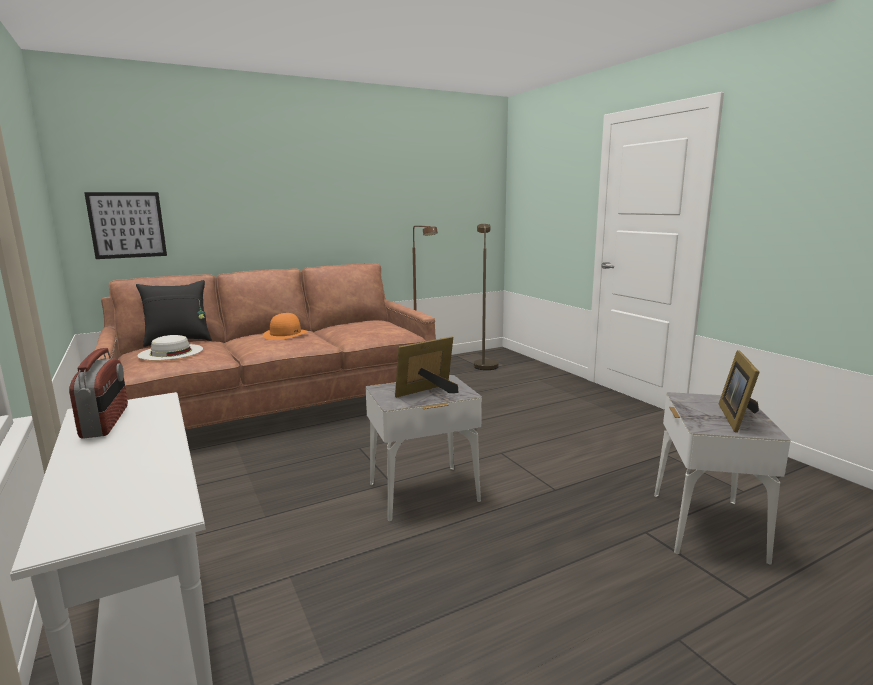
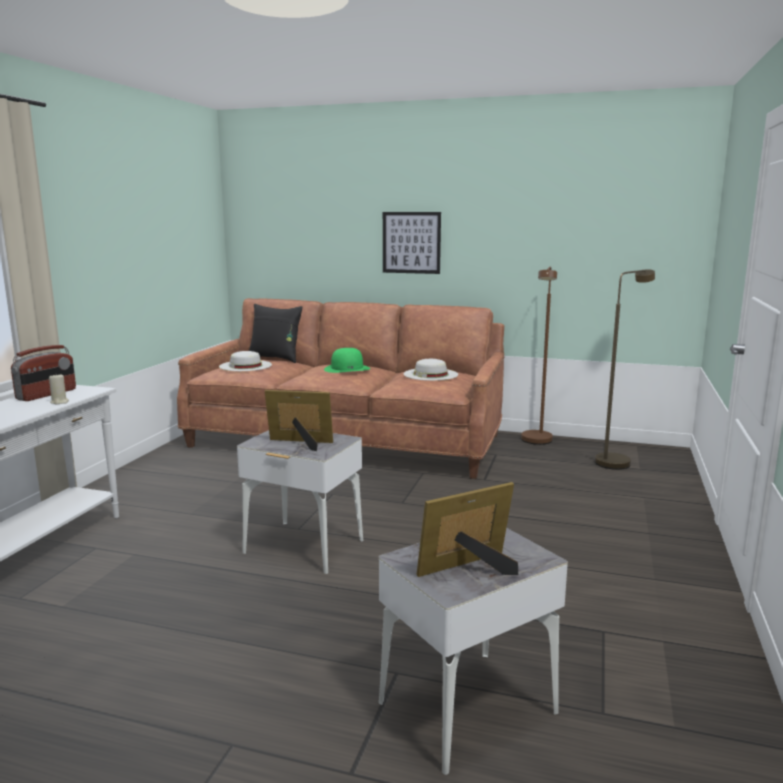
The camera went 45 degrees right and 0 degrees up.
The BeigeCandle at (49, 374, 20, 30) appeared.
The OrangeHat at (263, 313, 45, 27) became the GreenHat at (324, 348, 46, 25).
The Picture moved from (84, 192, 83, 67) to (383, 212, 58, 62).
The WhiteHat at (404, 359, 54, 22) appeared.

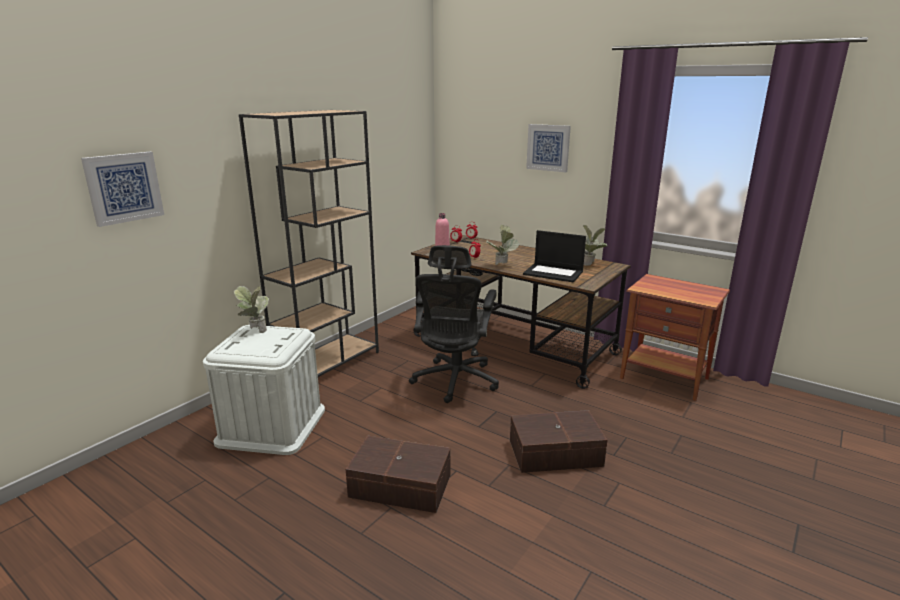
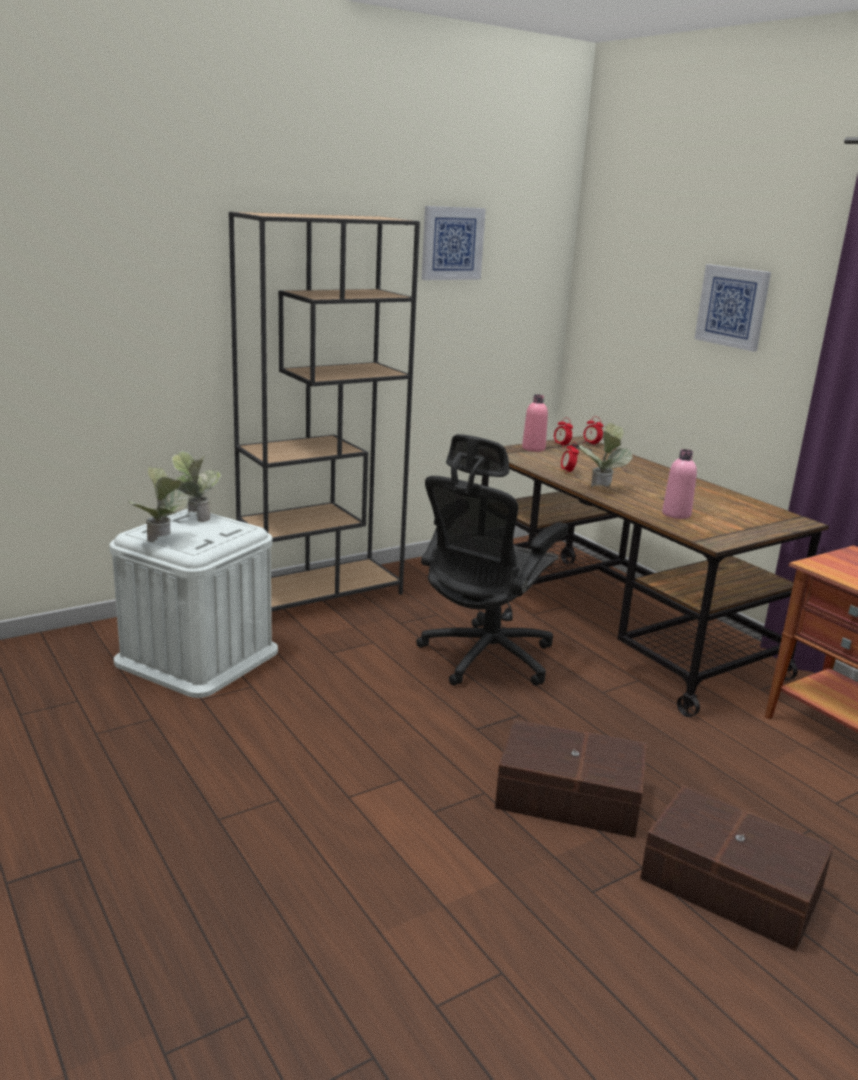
The camera went 20 degrees right and 0 degrees up.
The PottedPlant moved from (583, 225, 24, 41) to (128, 467, 61, 75).
The Picture moved from (81, 152, 83, 75) to (422, 206, 64, 74).
The BrownStorageBox moved from (345, 436, 106, 77) to (640, 786, 194, 165).
The Laptop at (523, 230, 63, 52) was replaced by the PinkBottle at (662, 449, 35, 70).

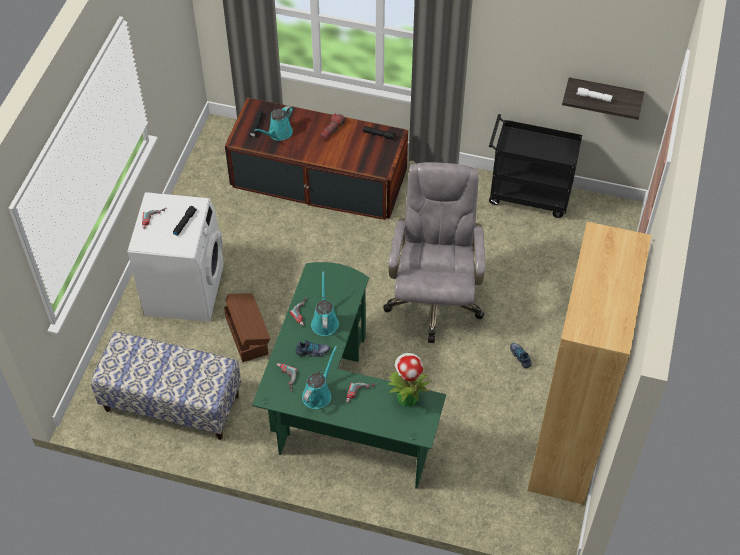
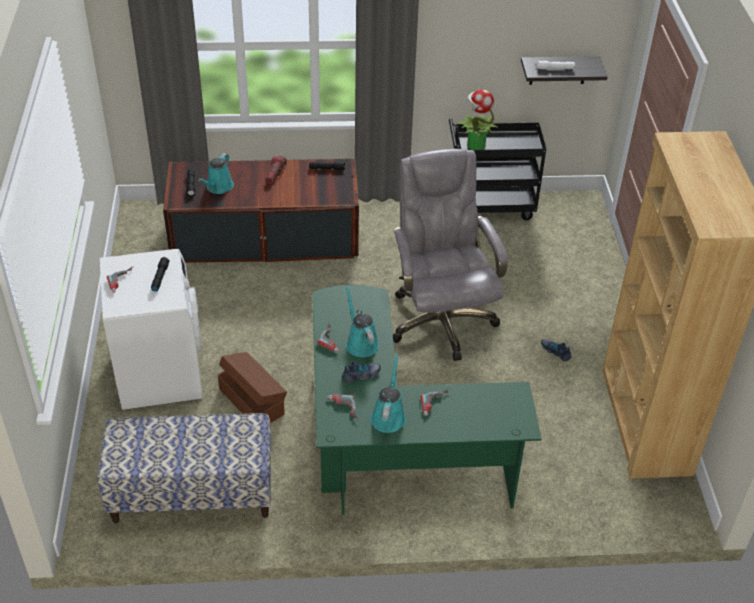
The camera went 20 degrees left and 10 degrees down.
The PottedPlant moved from (387, 353, 43, 54) to (458, 89, 41, 61).

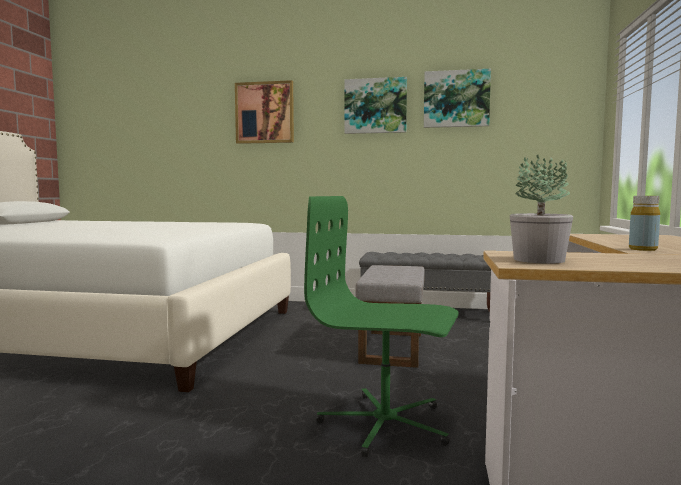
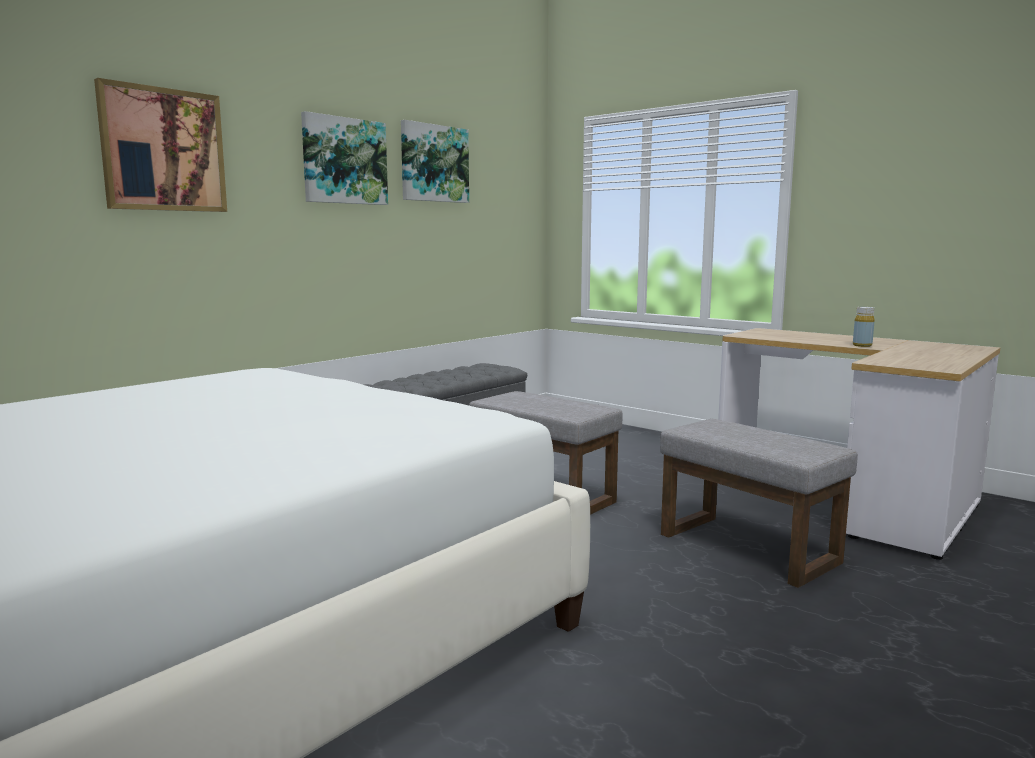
The camera went 60 degrees left and 5 degrees up.
The GreenOfficeChair at (304, 196, 154, 262) was replaced by the GreyOttoman at (660, 419, 198, 169).
The PottedPlant at (510, 155, 63, 109) disappeared.

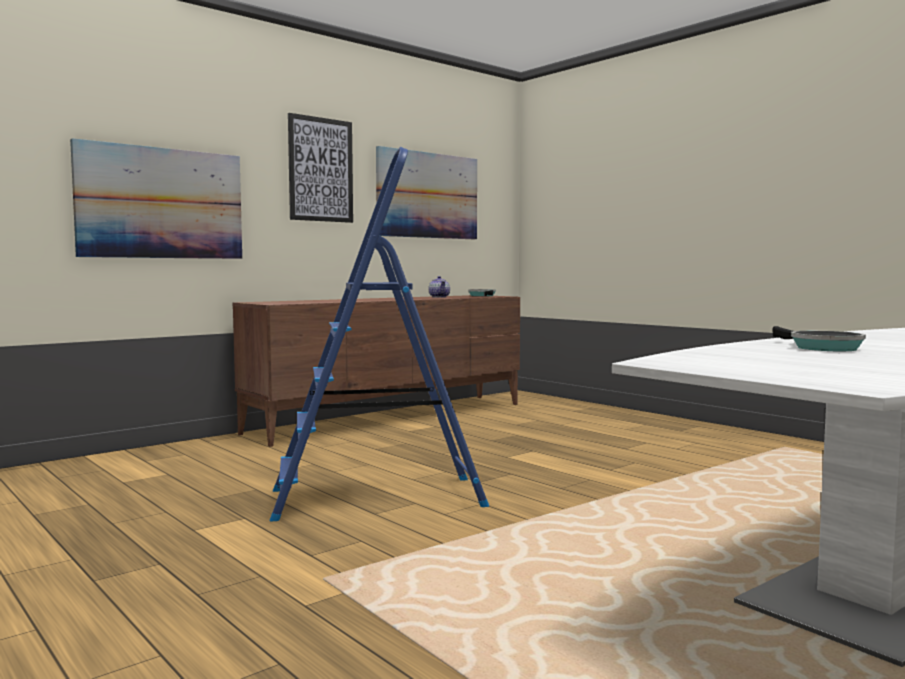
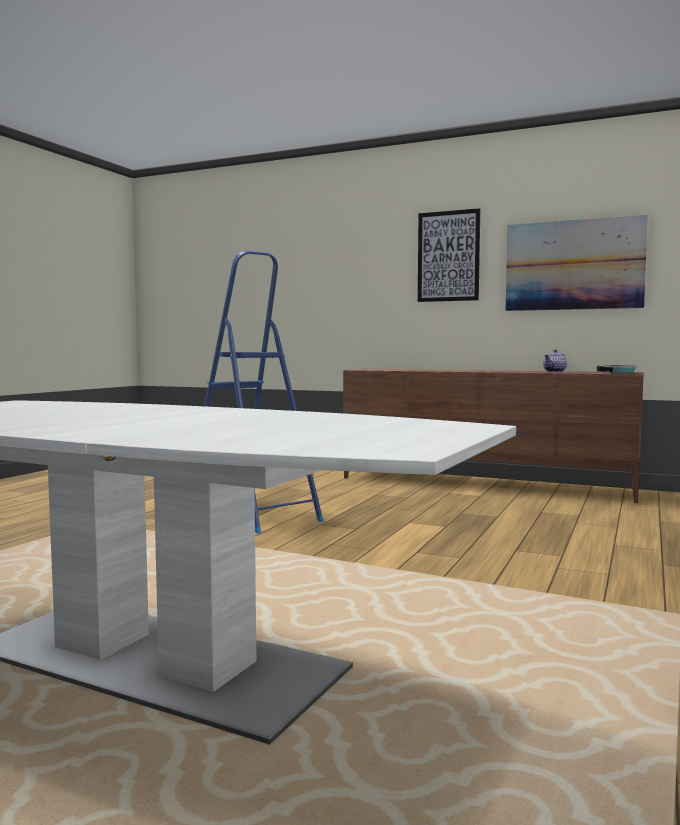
The camera went 65 degrees right and 0 degrees up.
The Picture at (70, 138, 172, 121) disappeared.
The FryingPan at (772, 326, 94, 25) disappeared.

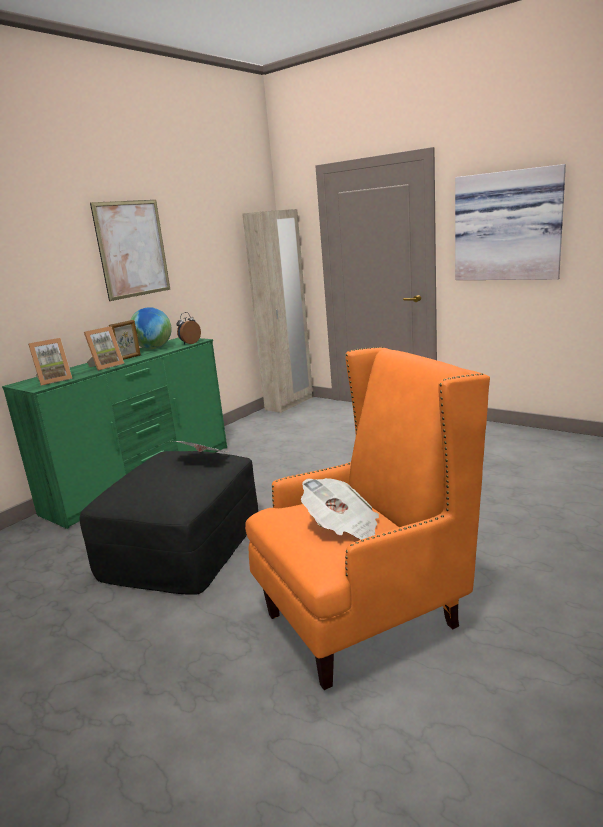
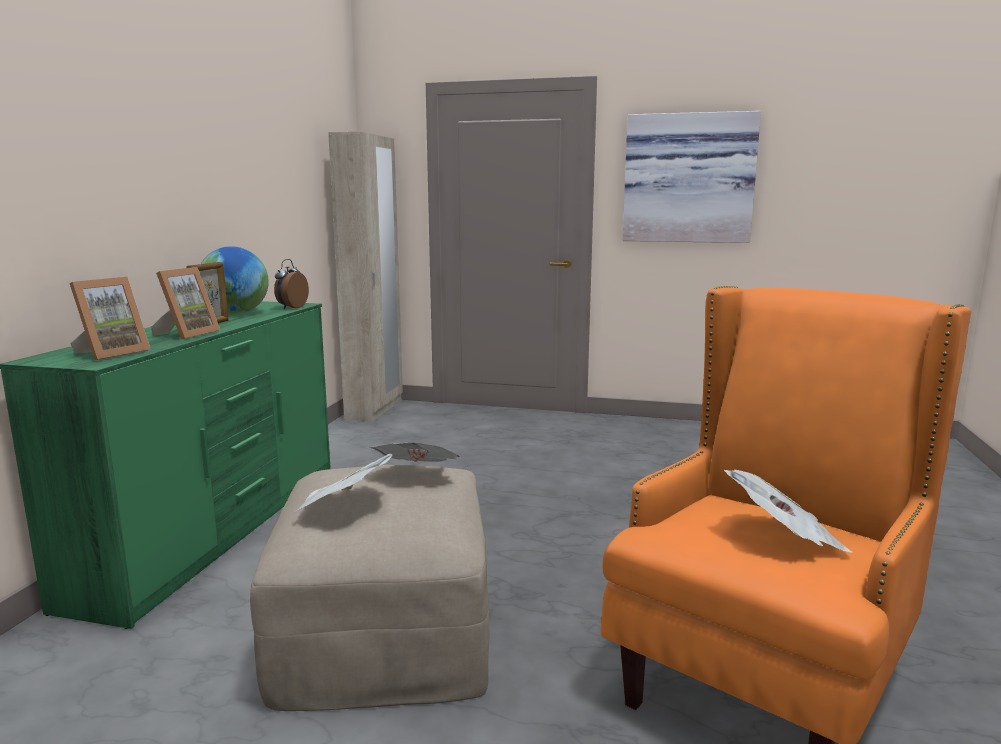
The camera went 25 degrees left and 5 degrees down.
The BlackOttoman at (80, 451, 178, 144) became the BeigeOttoman at (250, 465, 239, 246).
The Newspaper at (294, 454, 98, 58) appeared.
The Picture at (90, 200, 80, 101) disappeared.

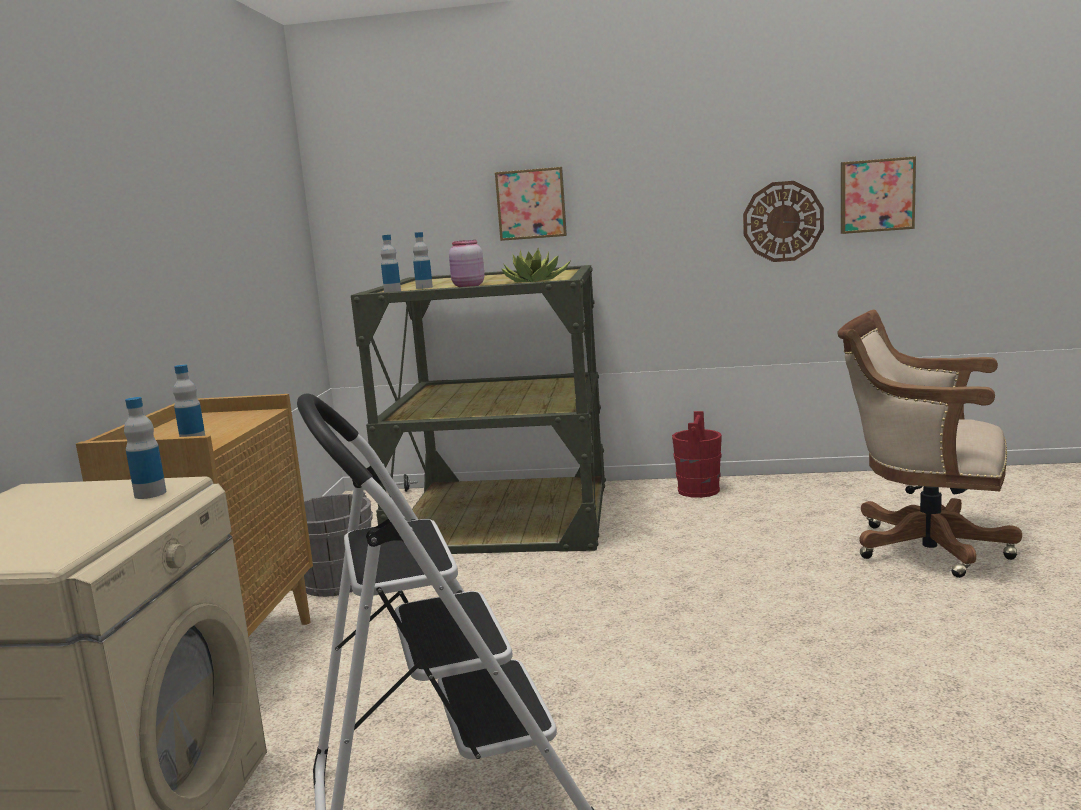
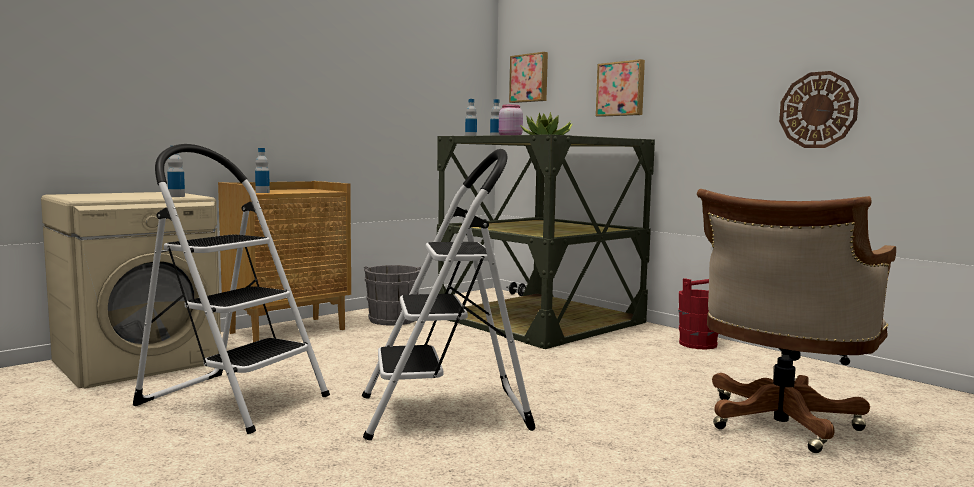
The camera went 40 degrees right and 5 degrees down.
The StepLadder at (362, 149, 173, 291) appeared.
The Picture moved from (841, 156, 75, 78) to (509, 52, 39, 51).
The OfficeChair at (838, 309, 184, 269) turned 120 degrees counterclockwise.

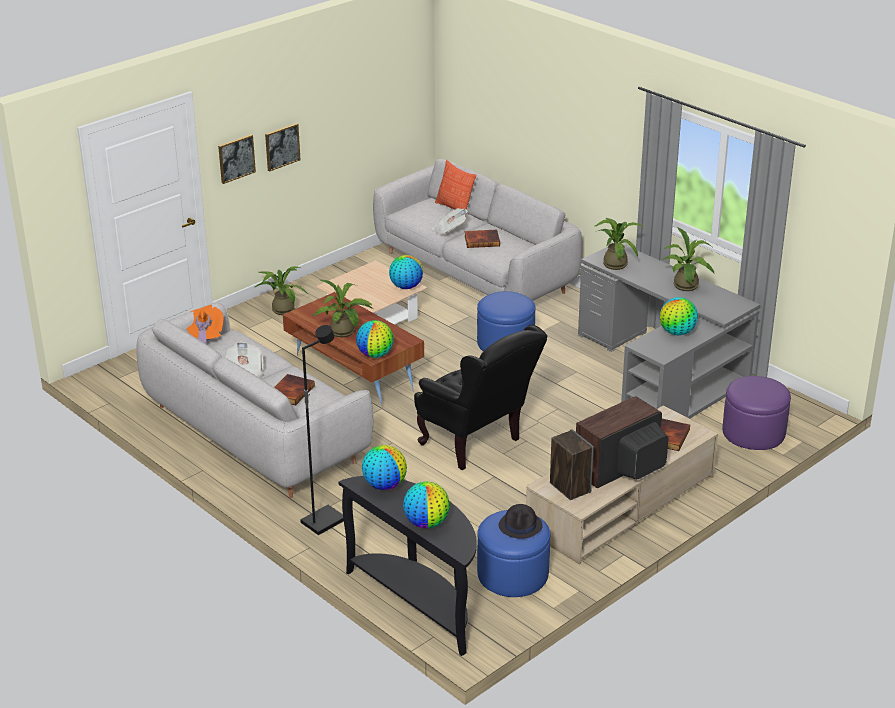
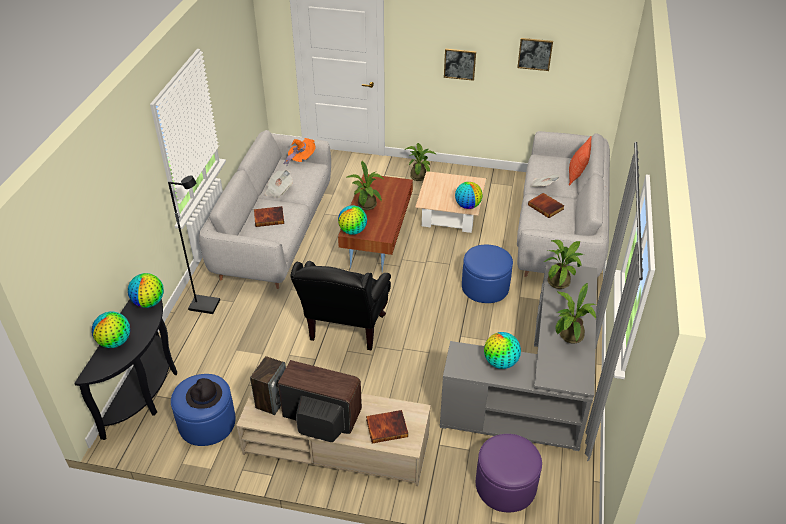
The camera went 55 degrees right and 10 degrees up.
The Picture moved from (218, 135, 38, 49) to (517, 38, 36, 33).

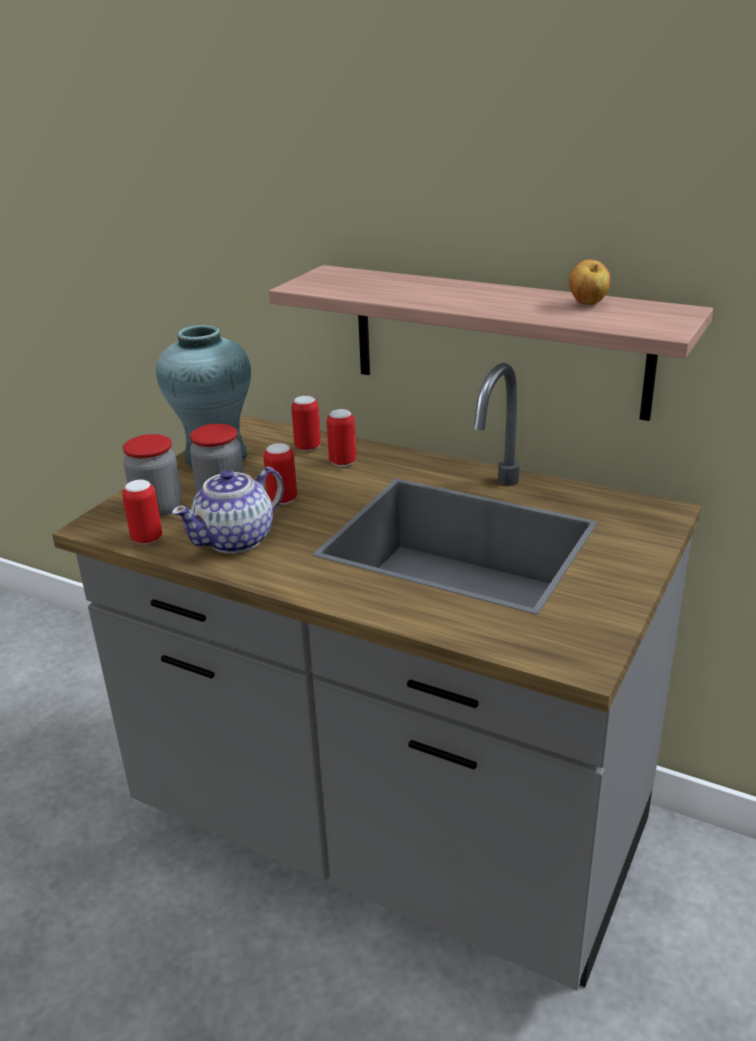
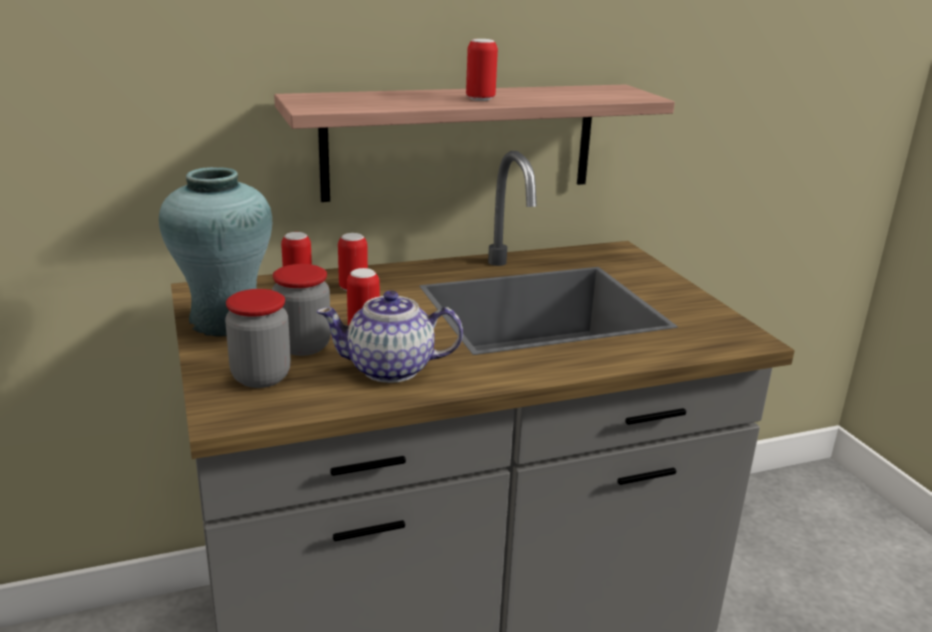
The camera went 50 degrees left and 5 degrees down.
The Teapot at (172, 467, 112, 87) turned 90 degrees clockwise.
The Can moved from (122, 480, 40, 64) to (466, 39, 32, 62).
The Apple at (569, 259, 42, 46) disappeared.

